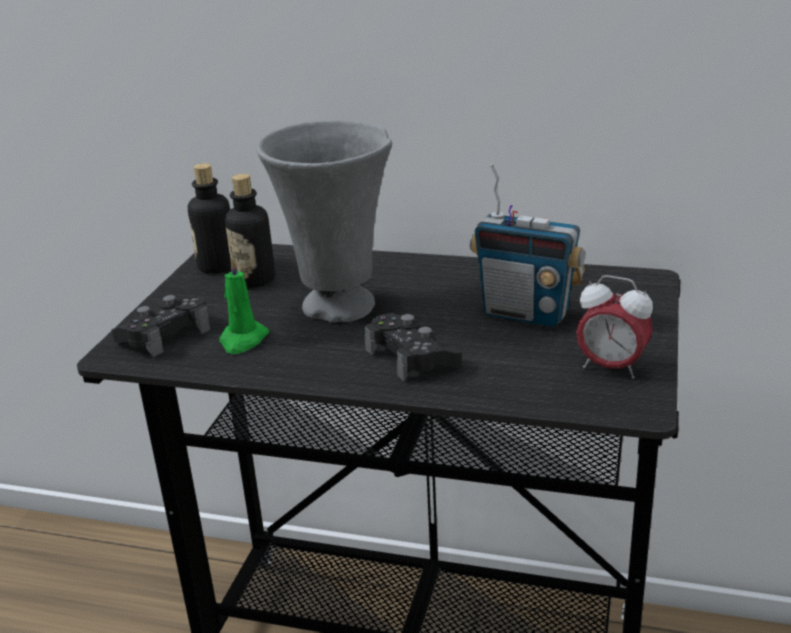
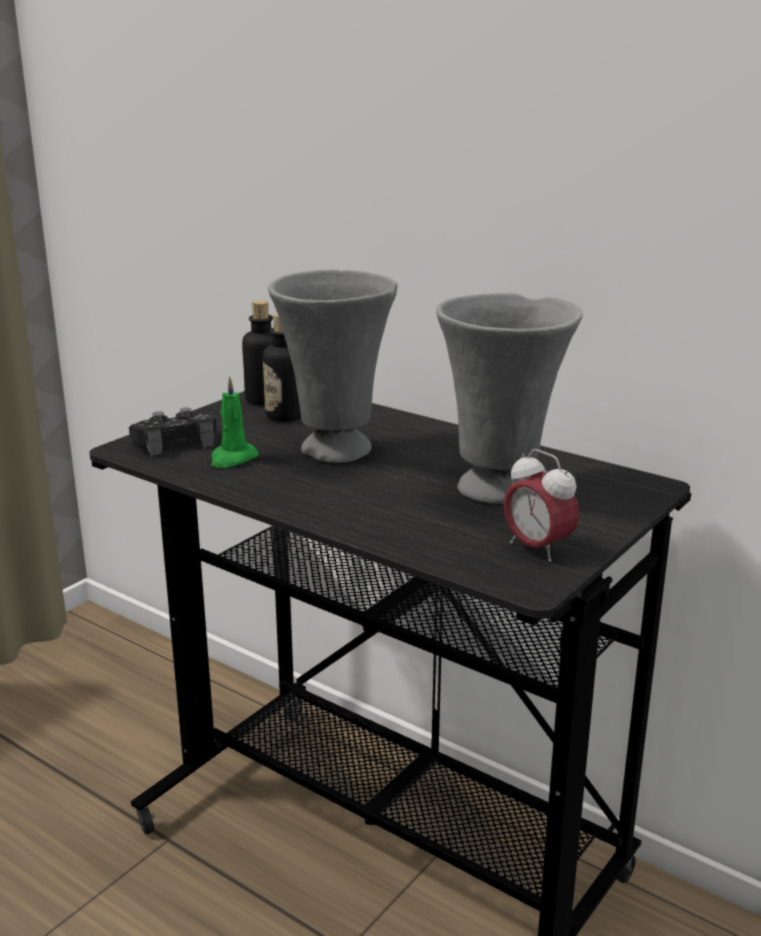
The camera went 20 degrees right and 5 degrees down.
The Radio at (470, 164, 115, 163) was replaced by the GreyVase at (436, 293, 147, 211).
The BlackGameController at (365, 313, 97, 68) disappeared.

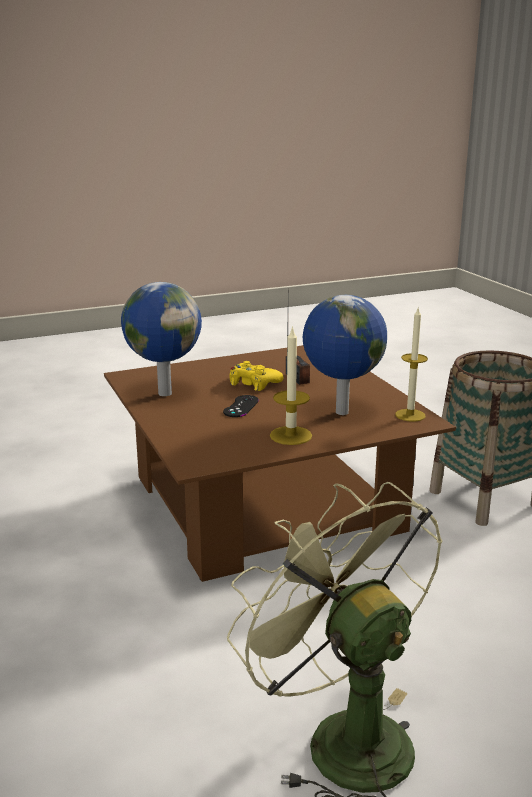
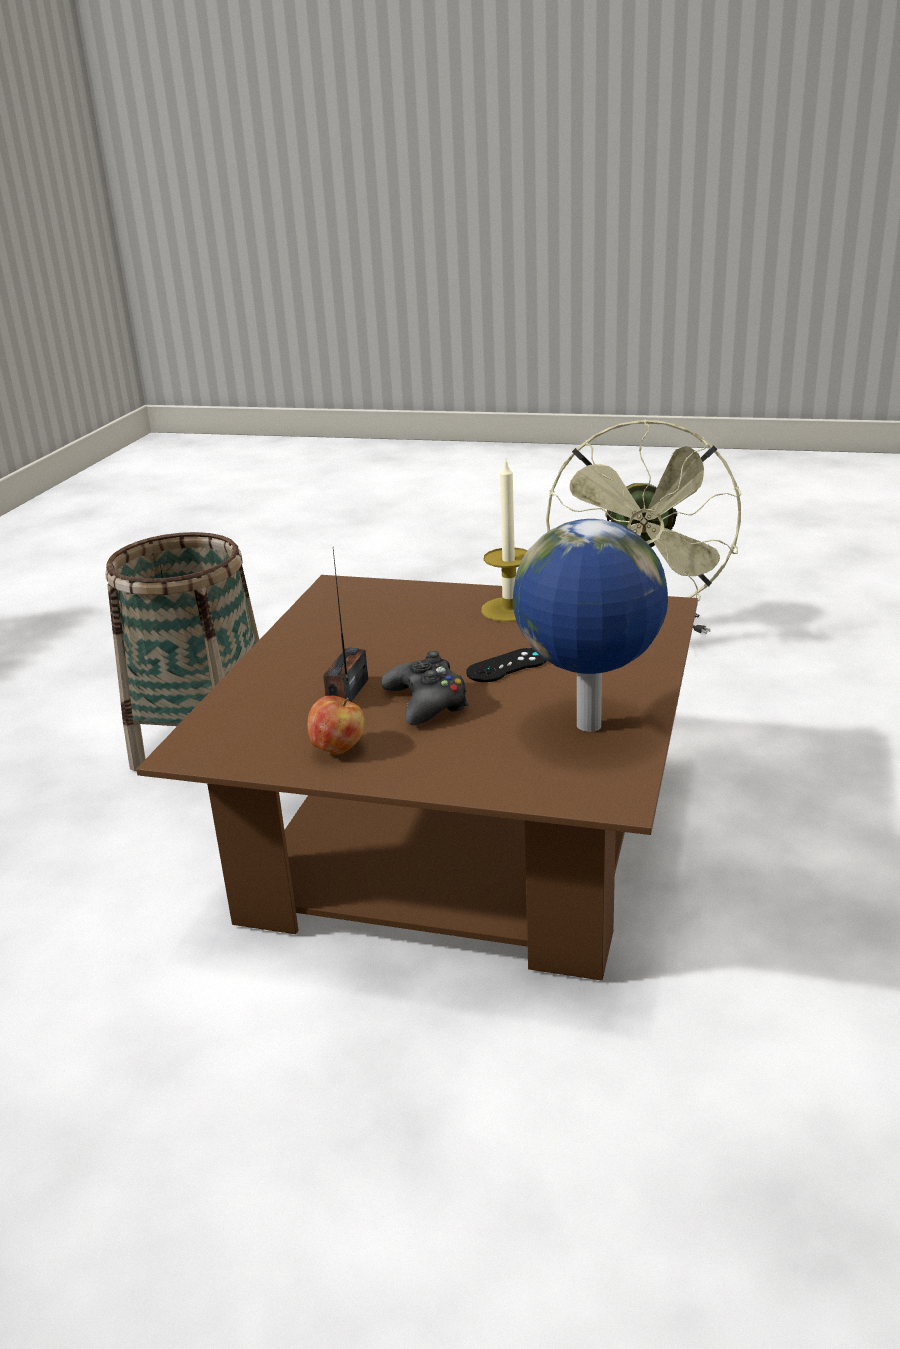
The camera went 140 degrees left and 5 degrees up.
The Apple at (307, 696, 58, 59) appeared.
The YellowGameController at (229, 361, 55, 30) became the BlackGameController at (381, 651, 88, 74).
The Globe at (303, 295, 84, 120) disappeared.
The Candle at (395, 308, 33, 114) disappeared.

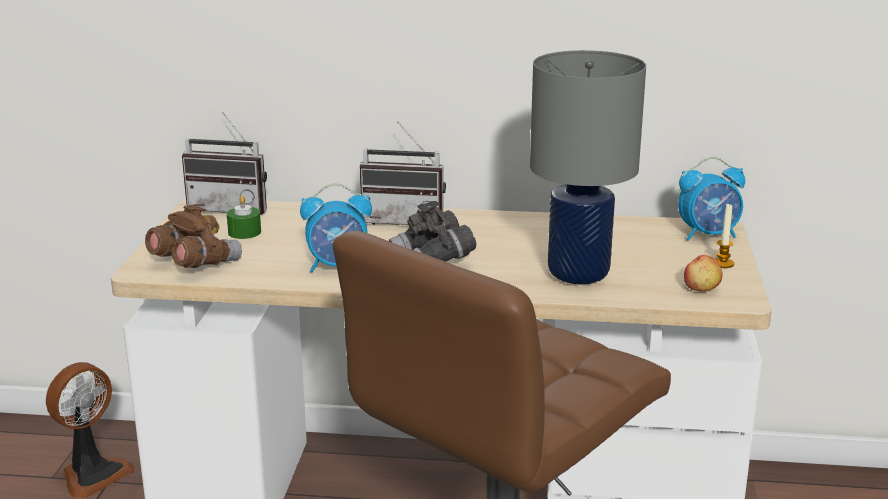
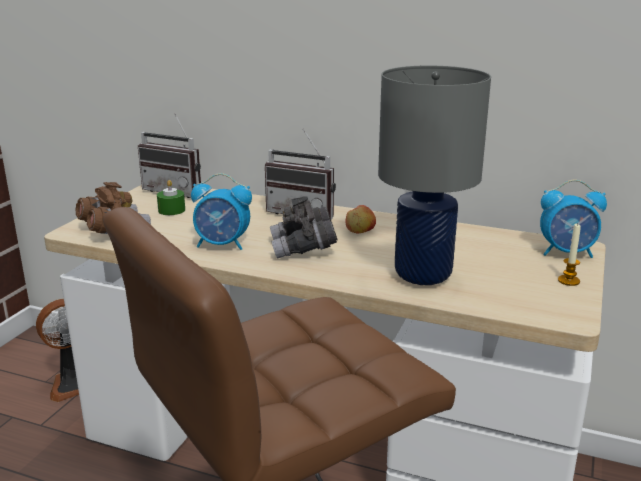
The camera went 15 degrees right and 0 degrees up.
The Apple moved from (684, 255, 39, 37) to (346, 205, 30, 28).

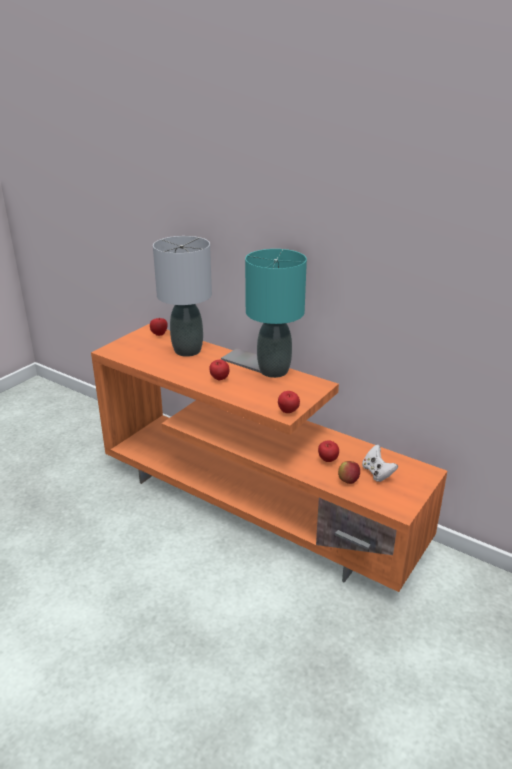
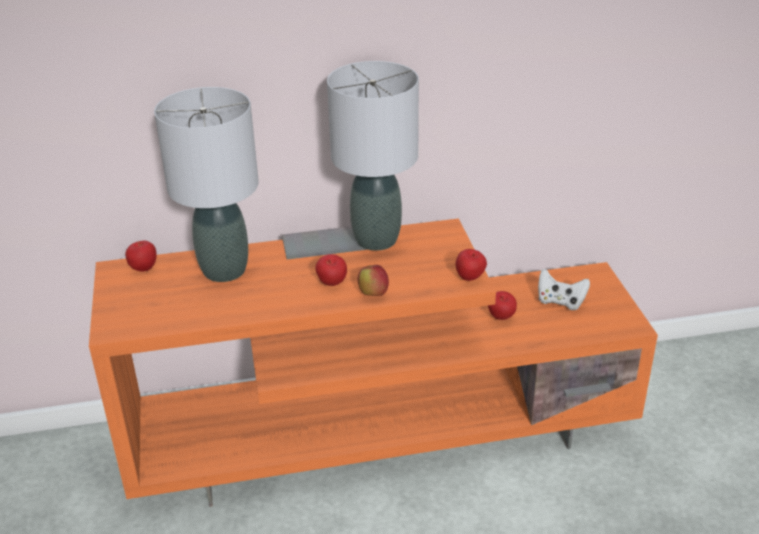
The camera went 45 degrees left and 5 degrees up.
The TurquoiseTableLamp at (245, 249, 62, 129) became the GreyTableLamp at (327, 61, 92, 190).
The Apple moved from (338, 461, 22, 23) to (358, 265, 31, 31).

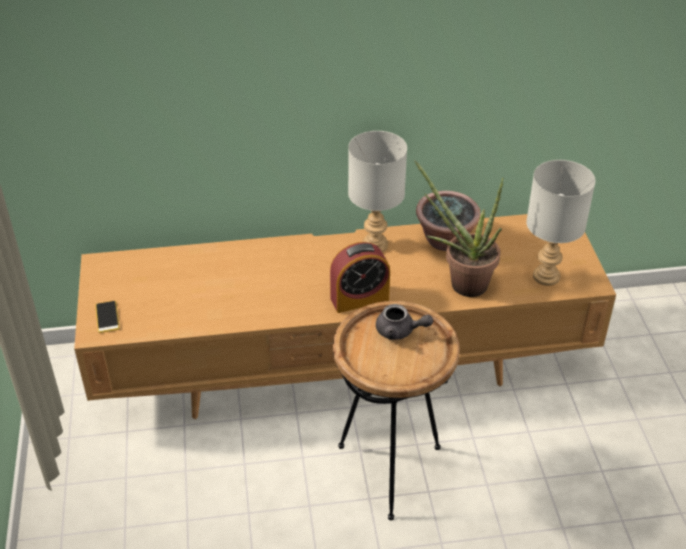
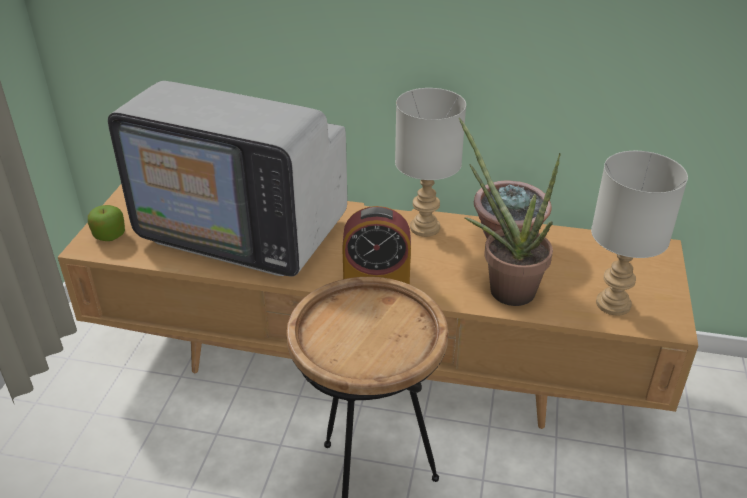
The camera went 20 degrees right and 5 degrees down.
The Phone at (95, 301, 25, 32) was replaced by the Apple at (88, 205, 37, 36).
The Television at (108, 81, 239, 196) appeared.
The GreyTeapot at (376, 304, 57, 36) disappeared.

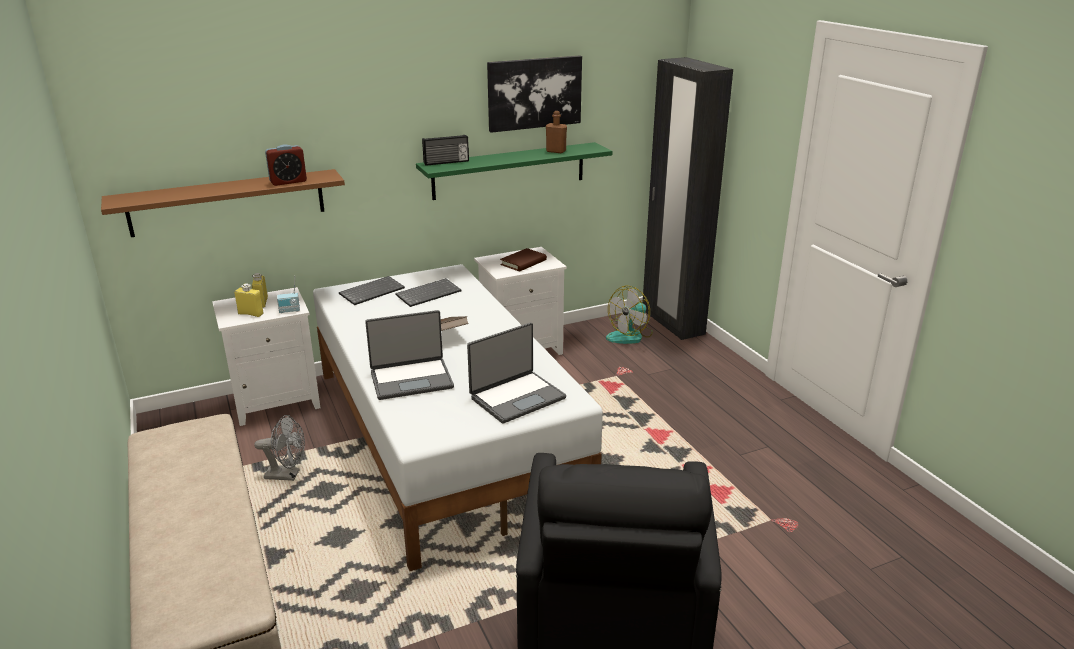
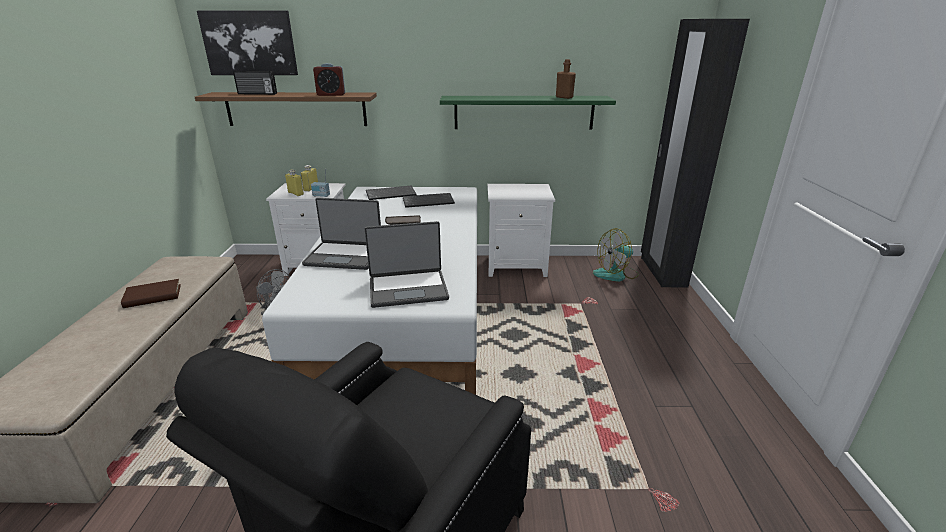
The camera went 25 degrees right and 0 degrees up.
The BrownBook moved from (500, 248, 47, 24) to (121, 279, 60, 29).
The Picture moved from (487, 56, 95, 77) to (197, 11, 101, 64).
The Radio moved from (422, 135, 47, 31) to (233, 71, 44, 24).

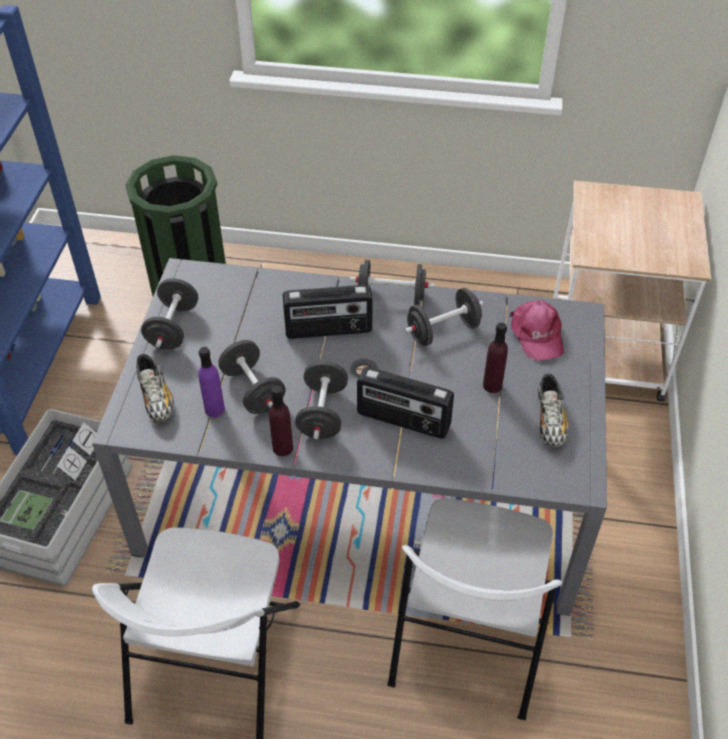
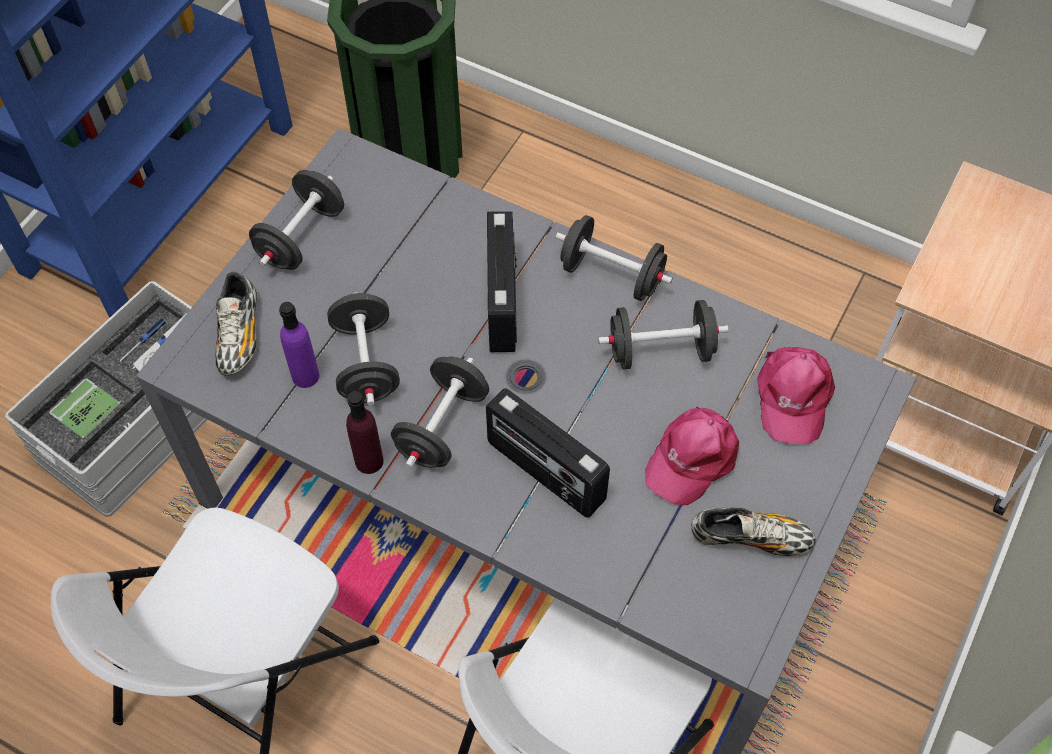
The camera went 20 degrees right and 10 degrees up.
The Radio at (283, 285, 90, 54) turned 105 degrees counterclockwise.
The PurpleBottle at (483, 322, 25, 71) was replaced by the PinkCap at (645, 407, 94, 98).
The Shoe at (538, 373, 31, 75) turned 105 degrees counterclockwise.

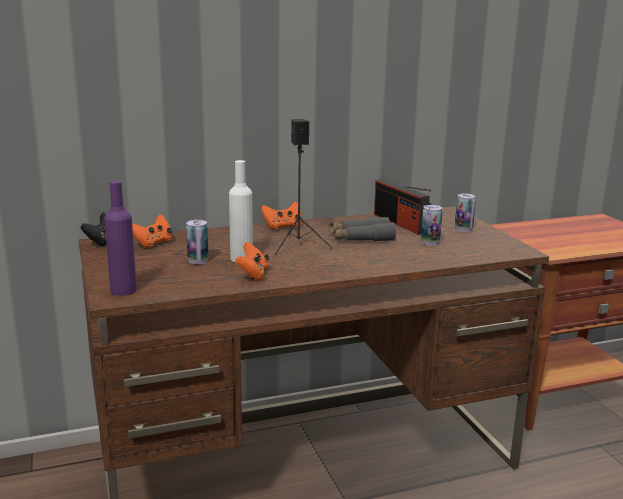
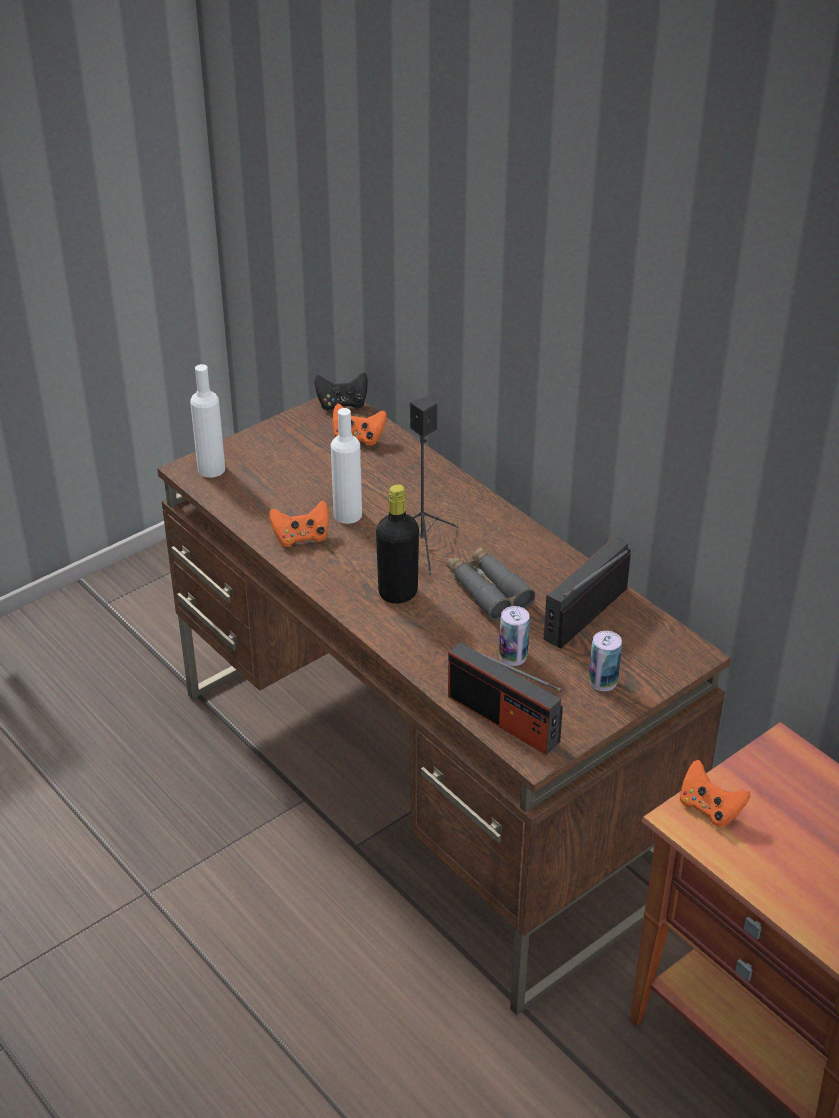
The camera went 70 degrees right and 20 degrees up.
The PurpleBottle at (104, 181, 33, 115) became the WhiteBottle at (190, 364, 35, 114).
The BlackBottle at (376, 484, 43, 120) appeared.
The Radio at (448, 642, 115, 113) appeared.
The OrangeGameController moved from (261, 201, 40, 29) to (679, 760, 71, 67).
The Can at (186, 220, 23, 44) disappeared.

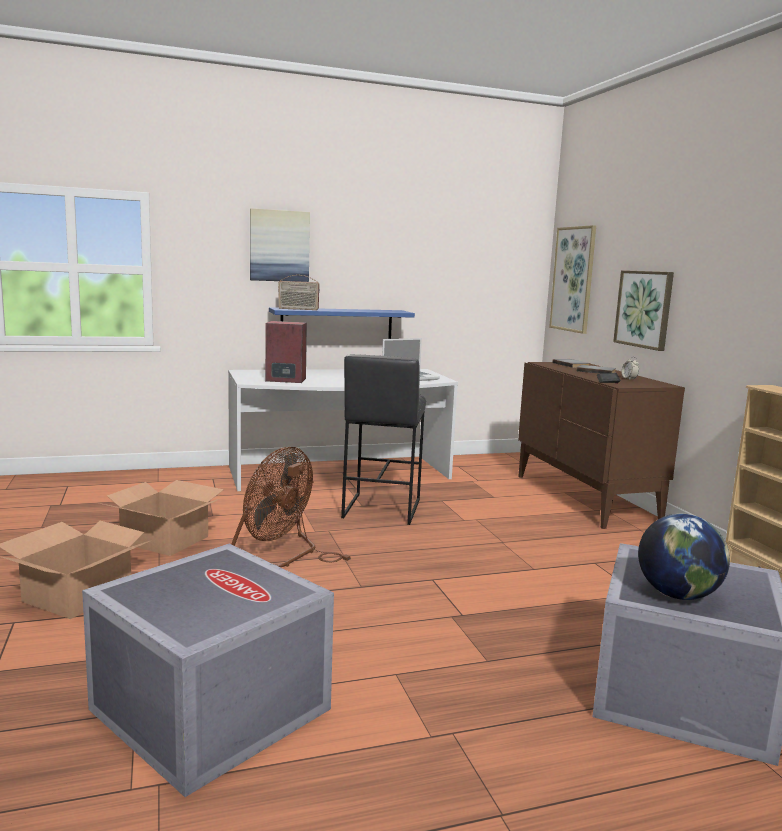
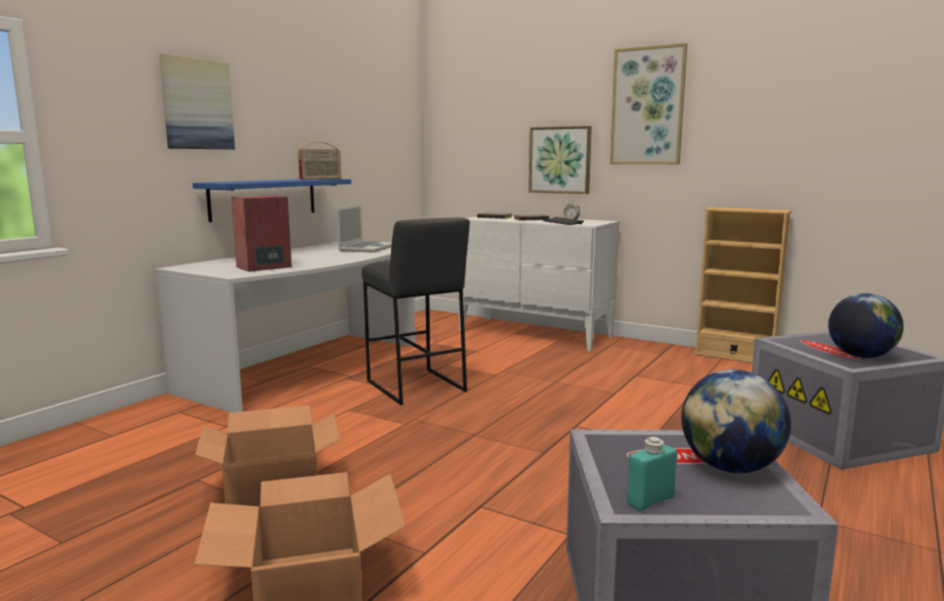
The camera went 40 degrees left and 0 degrees up.
The Radio moved from (278, 275, 42, 35) to (298, 142, 43, 38).
The BrownCabinet at (518, 362, 167, 167) became the WhiteCabinet at (457, 216, 163, 136).
The Picture moved from (549, 225, 47, 109) to (610, 43, 77, 121).
The TurquoiseBottle at (627, 437, 50, 74) appeared.
The Globe at (681, 369, 110, 104) appeared.
The BrownFan at (231, 447, 120, 120) disappeared.

